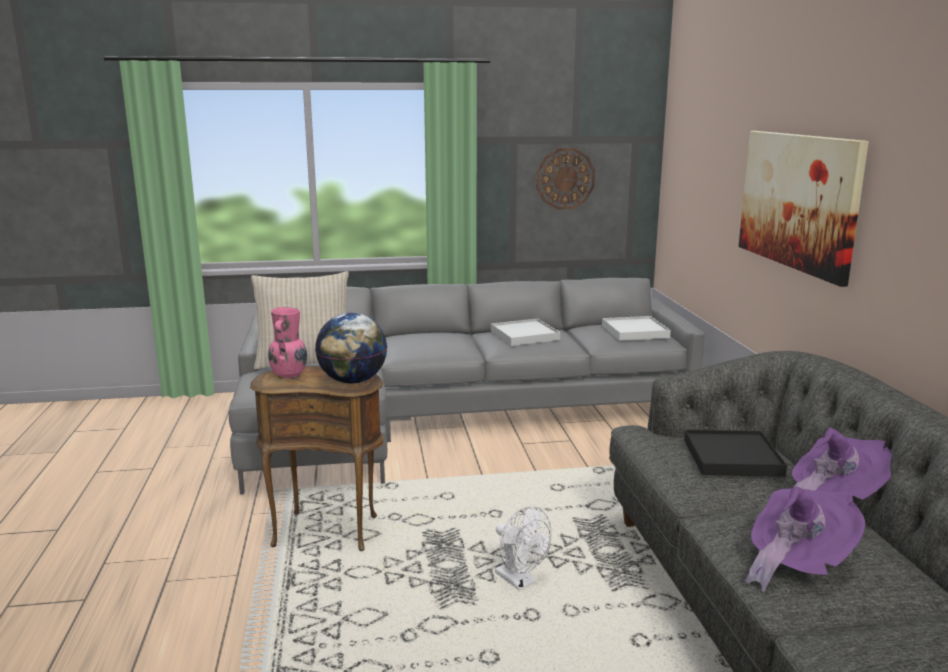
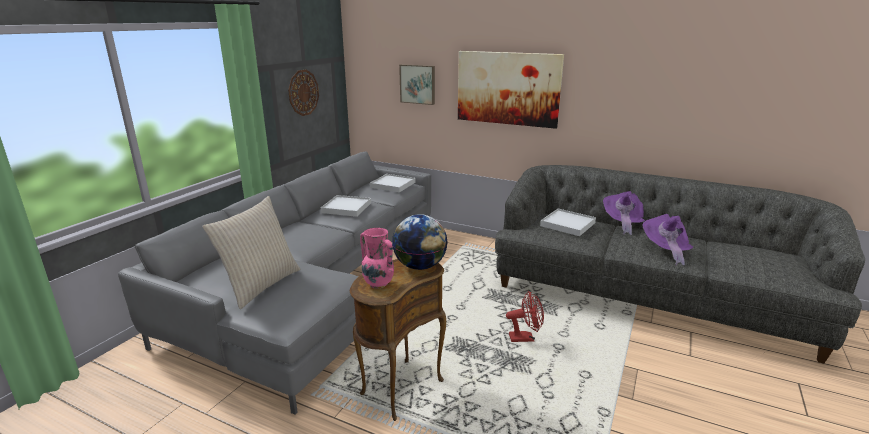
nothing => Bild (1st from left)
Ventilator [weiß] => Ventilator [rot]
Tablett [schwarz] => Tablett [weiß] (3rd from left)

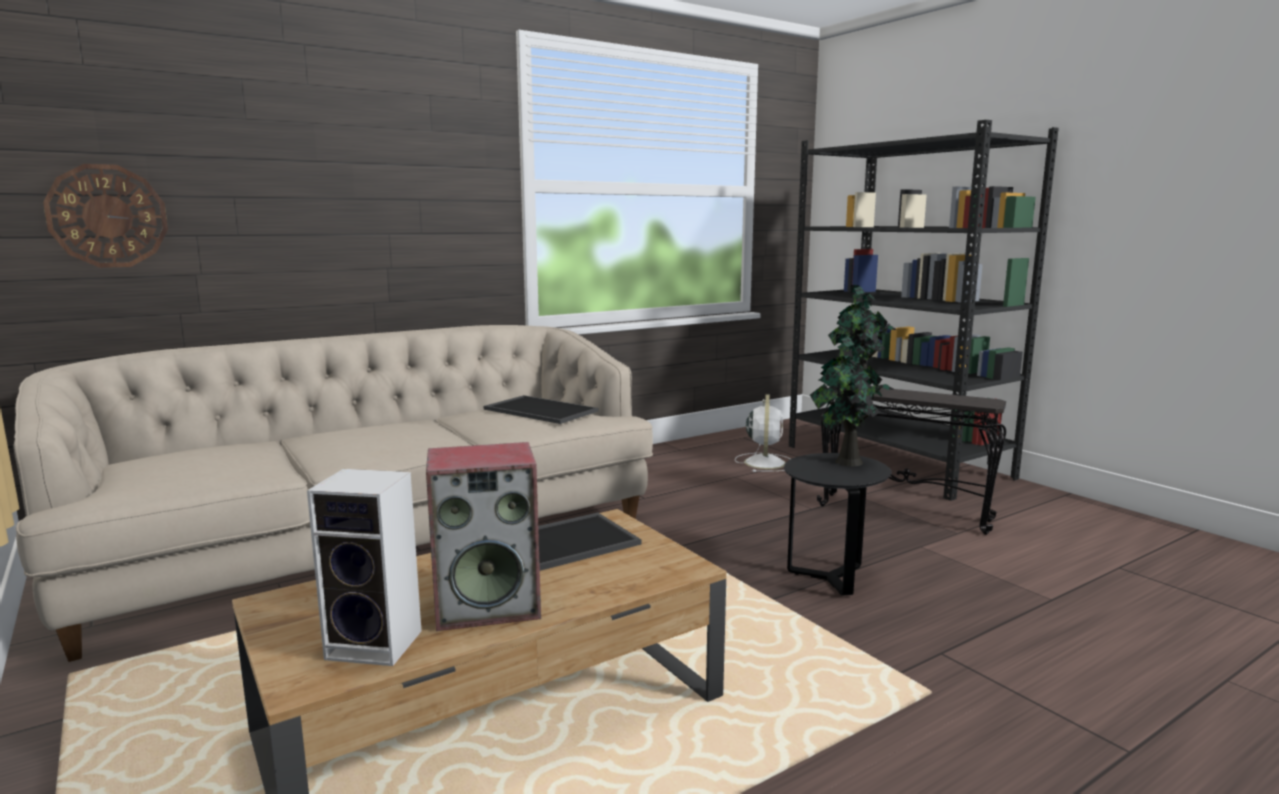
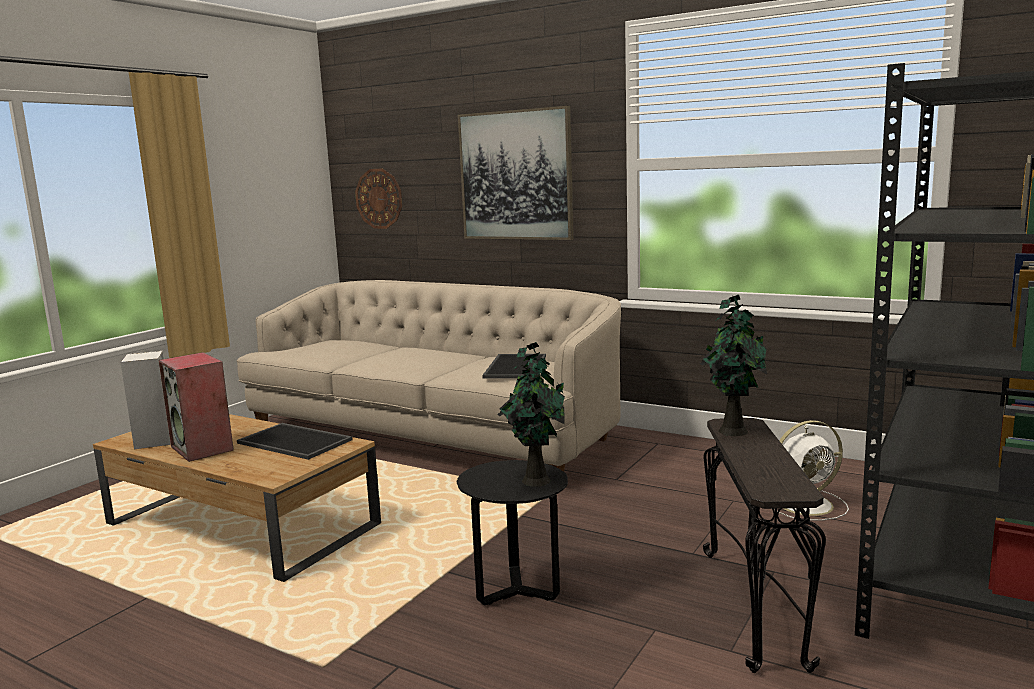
nothing => Bild

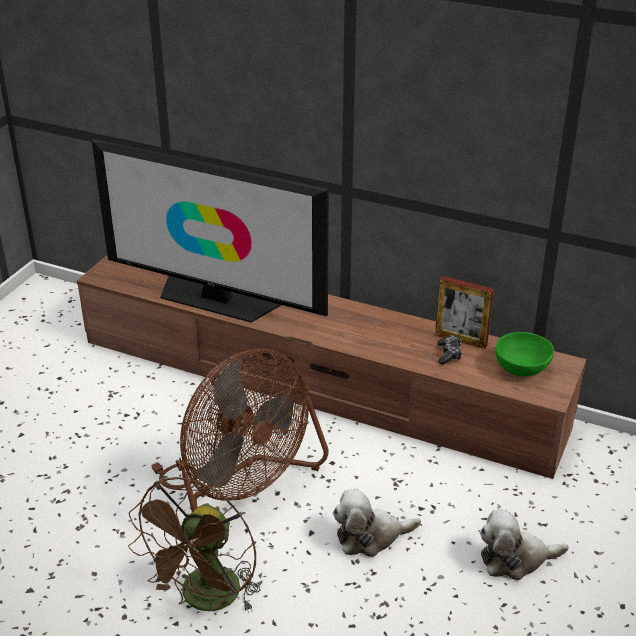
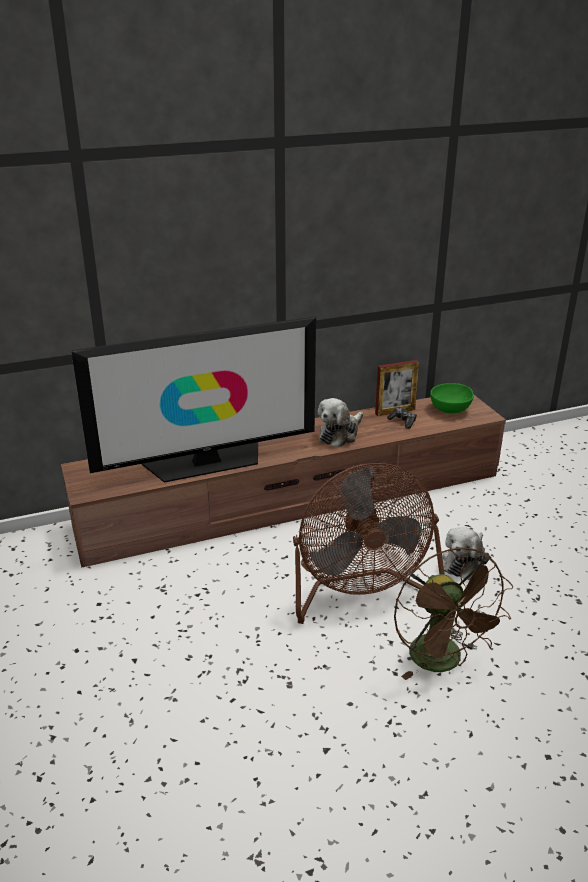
Ventilator [braun] (2nd from left in the first image) => Ventilator [braun] (1st from left), 75 degrees clockwise
Plüschtier (2nd from left in the first image) => Plüschtier (1st from left), moved

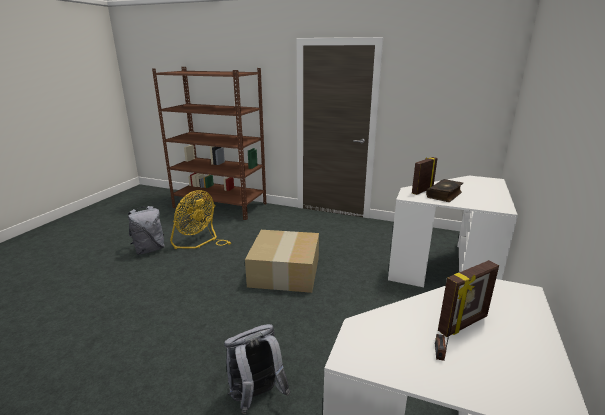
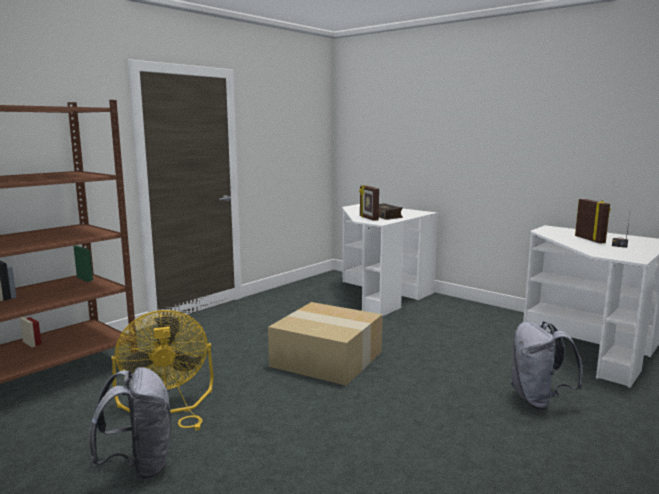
Ventilator [gelb], 105 degrees clockwise

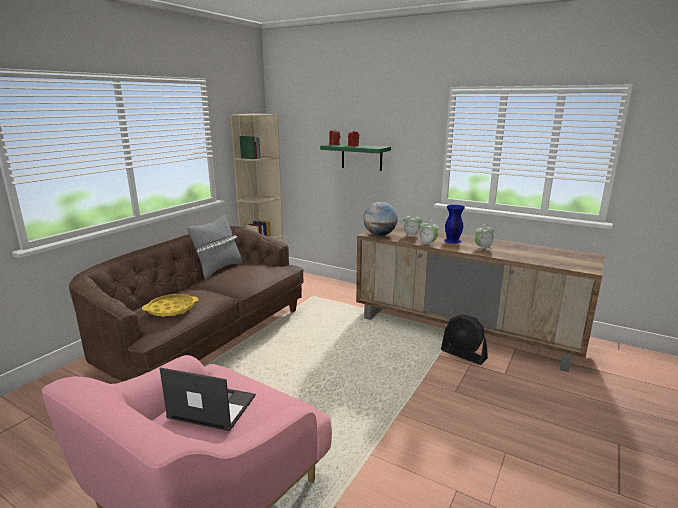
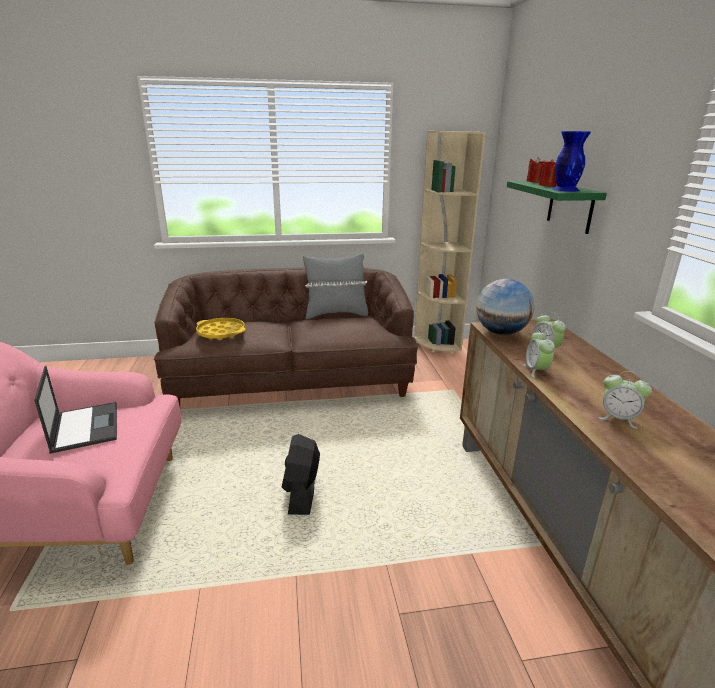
Ventilator [schwarz], moved
Vase [blau], moved

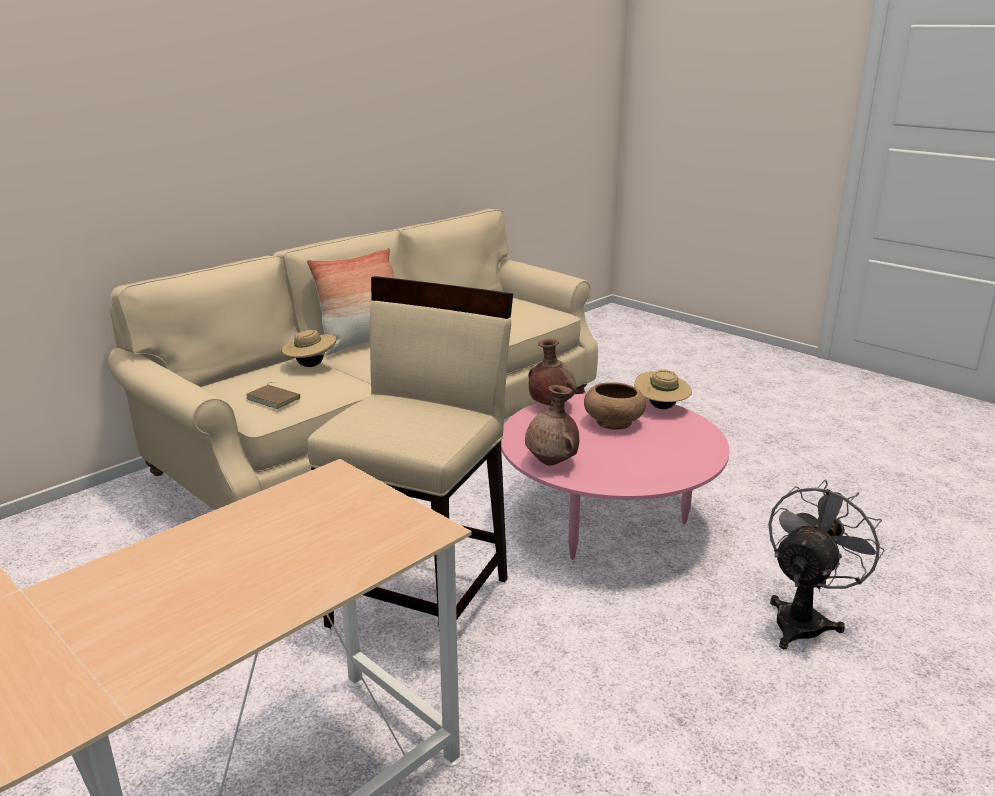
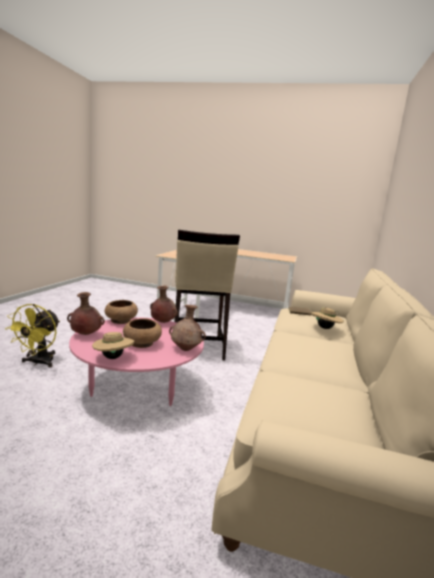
Ventilator [grau] => Ventilator [gelb]
nothing => Vase [braun] (1st from left)
nothing => Schüssel [braun] (1st from left)
Kissen => nothing

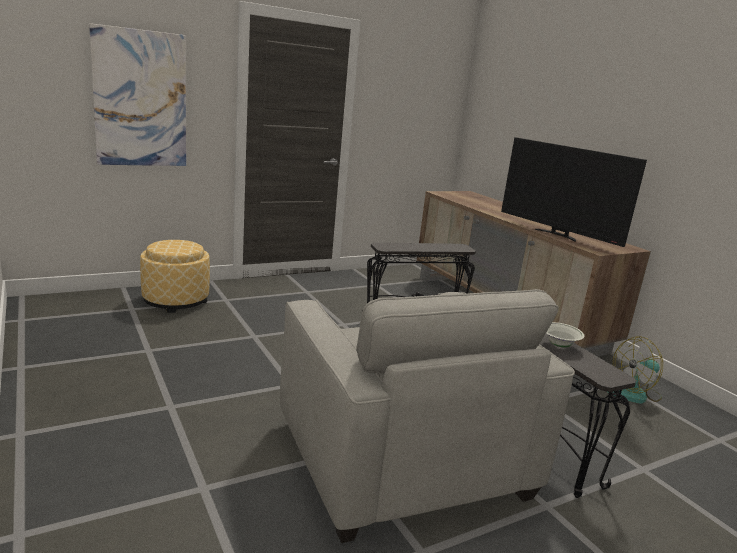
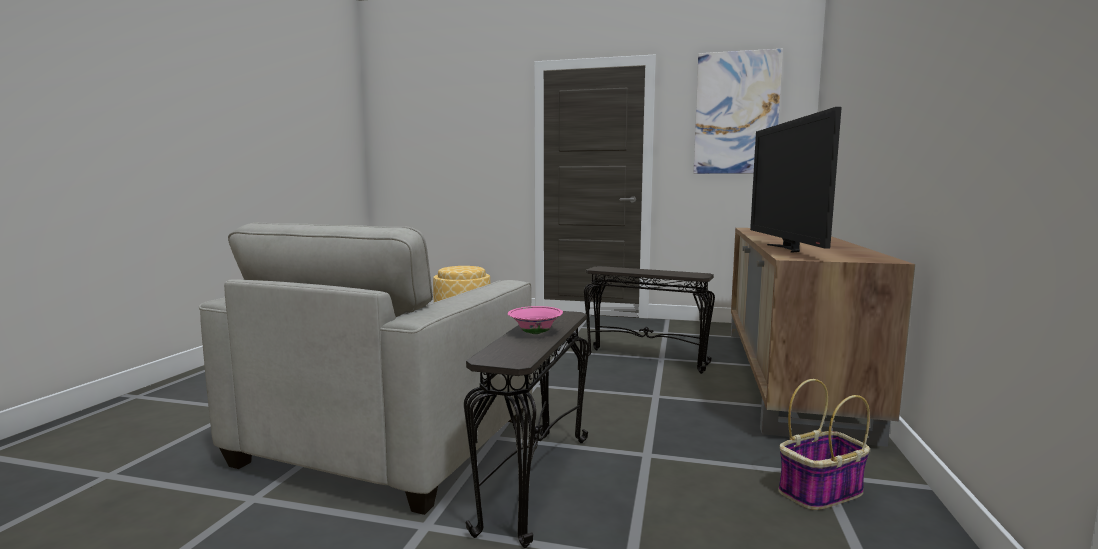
Schüssel [weiß] => Schüssel [rosa]
Bild, moved
Ventilator => Korb

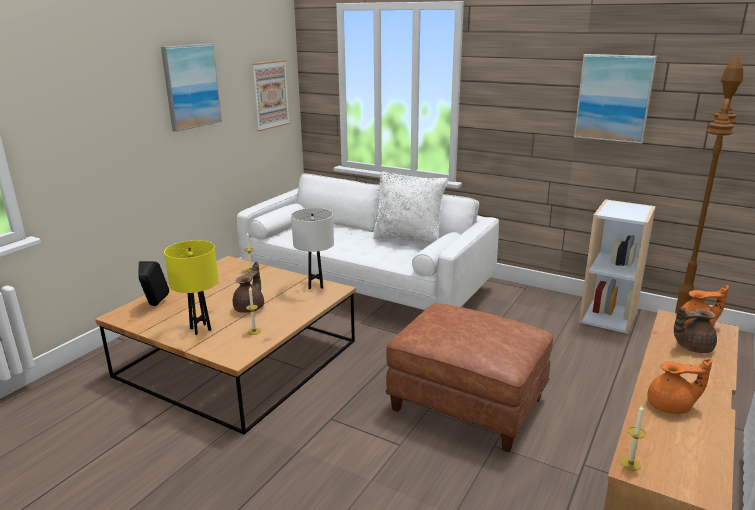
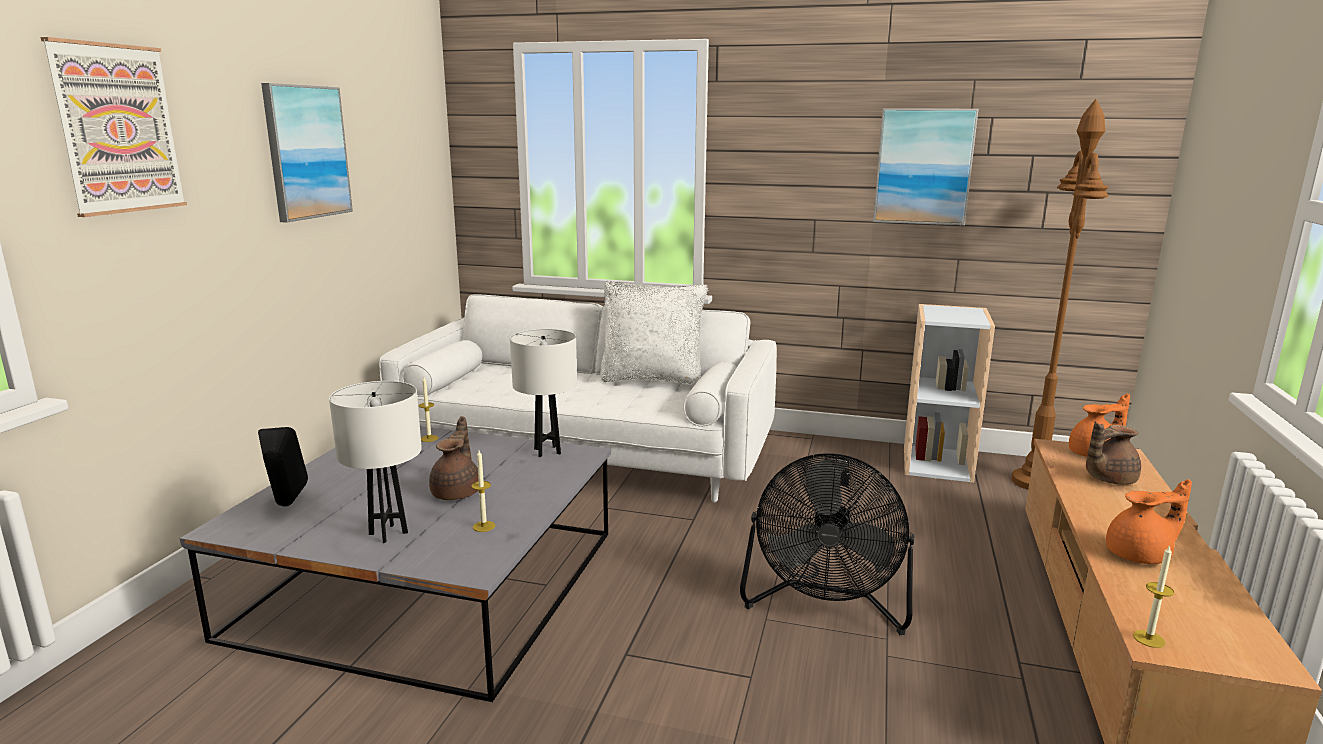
Bild (2nd from left in the first image) => Bild (1st from left), moved
Couchtisch [braun] => Couchtisch [grau]
Tischlampe [gelb] => Tischlampe [weiß] (1st from left)
Polsterhocker [braun] => Ventilator [schwarz]

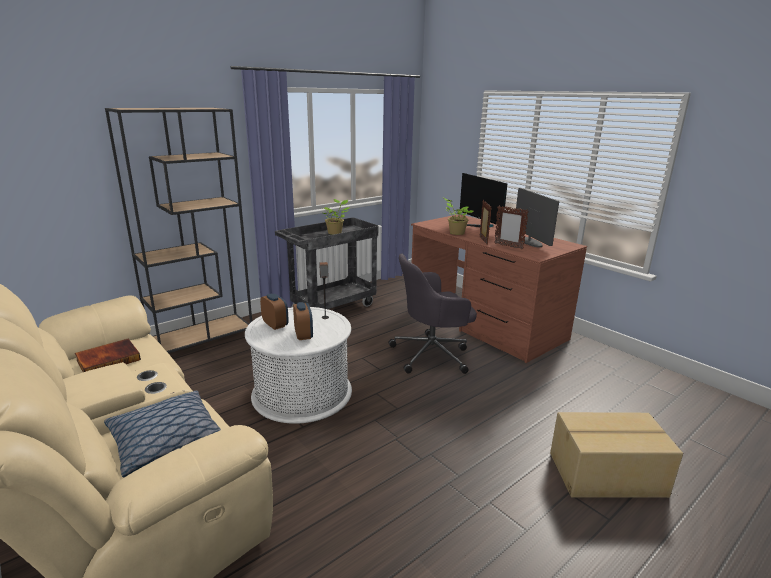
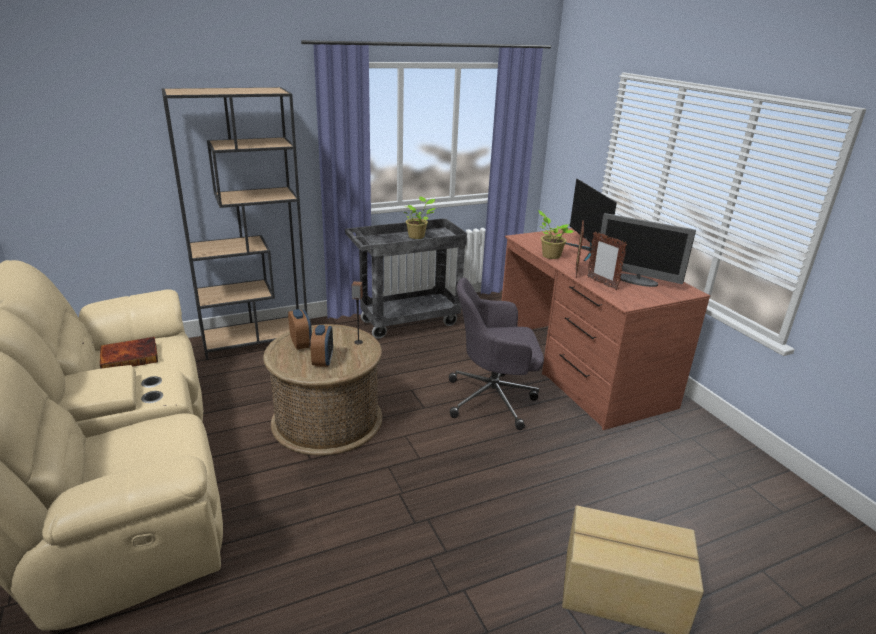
Couchtisch [weiß] => Couchtisch [braun]
Monitor (2nd from left), 120 degrees clockwise
Kissen => nothing

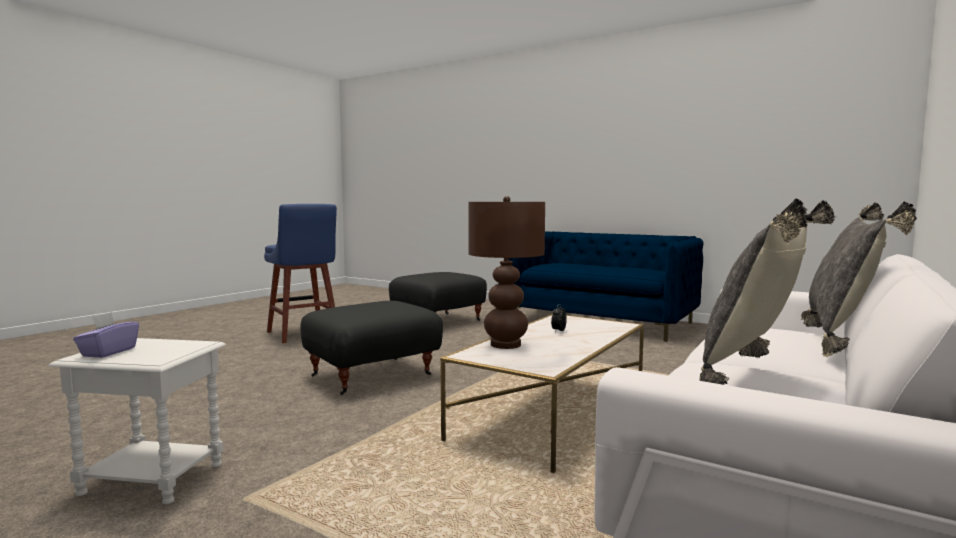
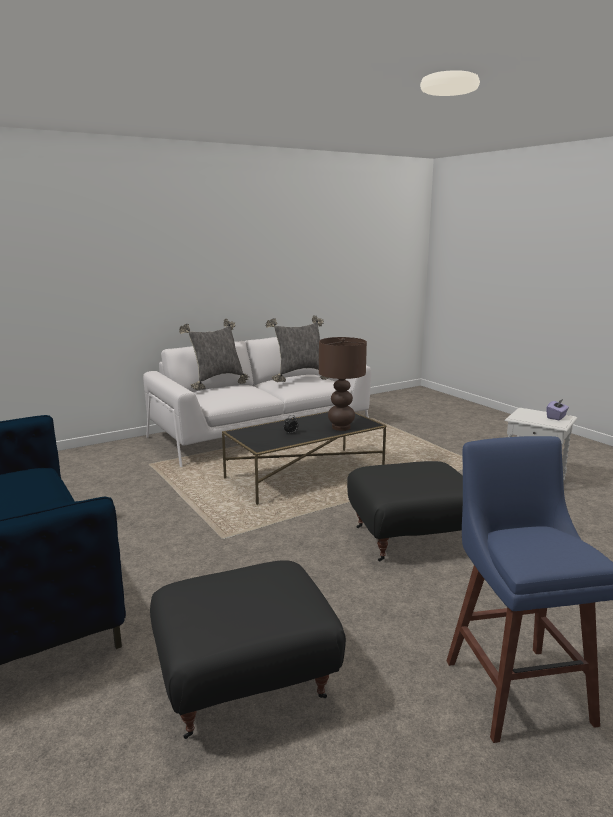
Couchtisch [weiß] => Couchtisch [schwarz]

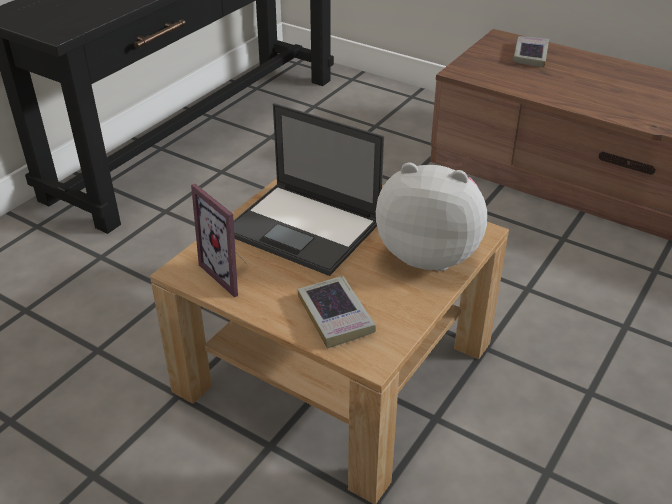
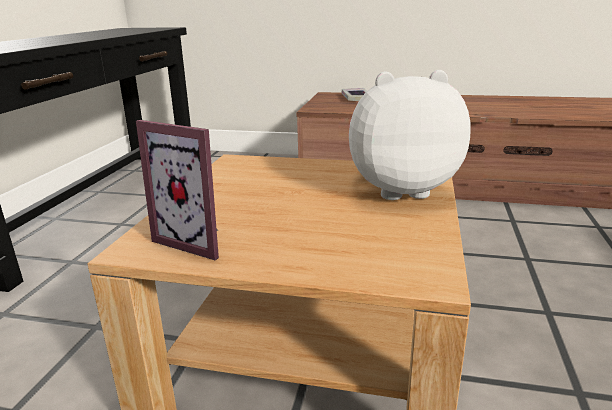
Laptop => nothing
Buch (1st from left) => nothing

